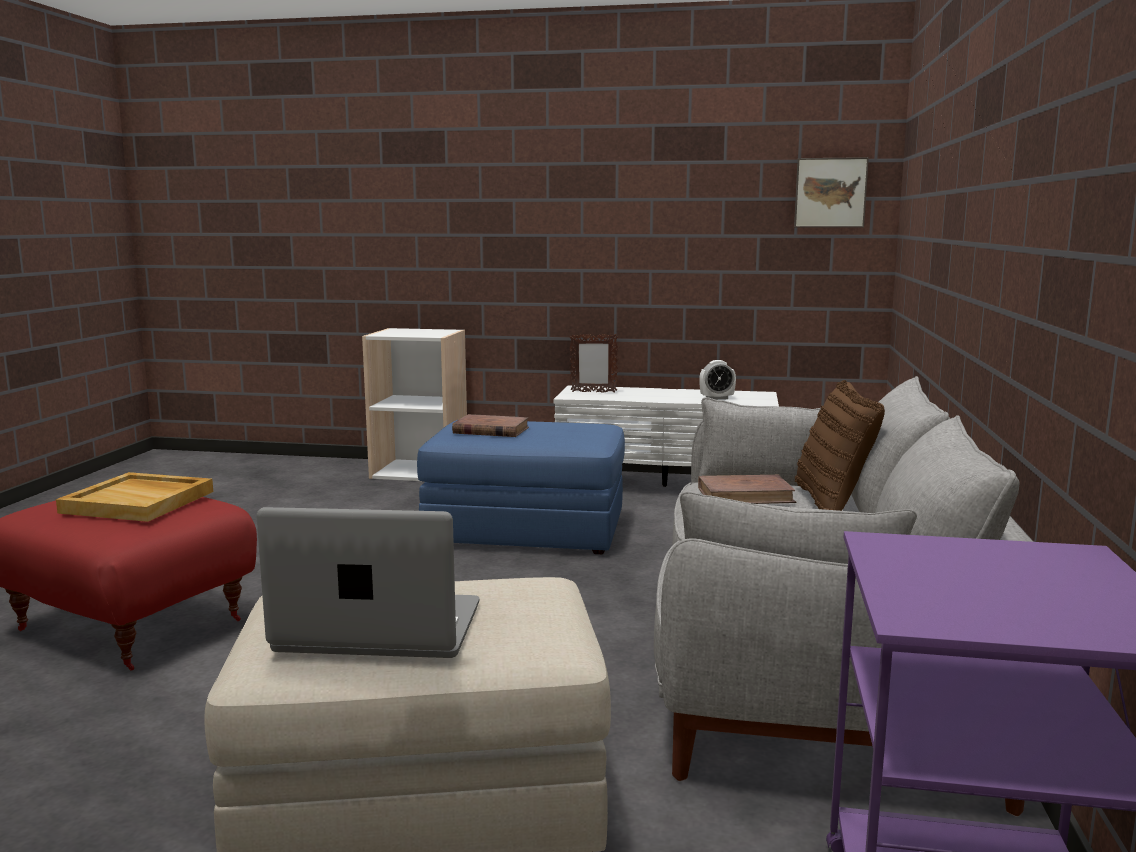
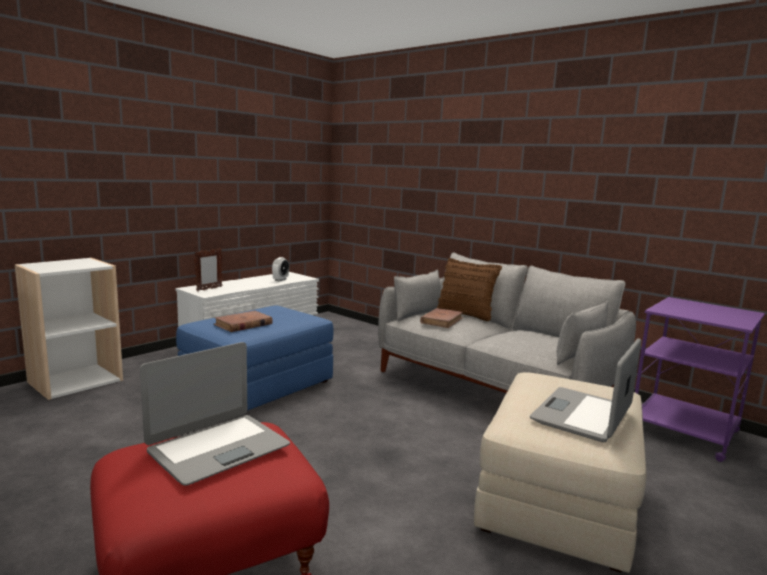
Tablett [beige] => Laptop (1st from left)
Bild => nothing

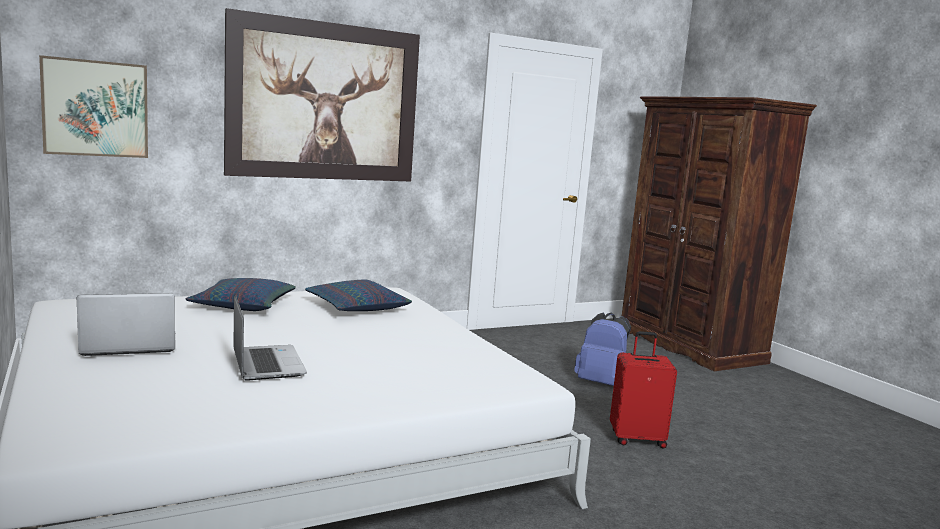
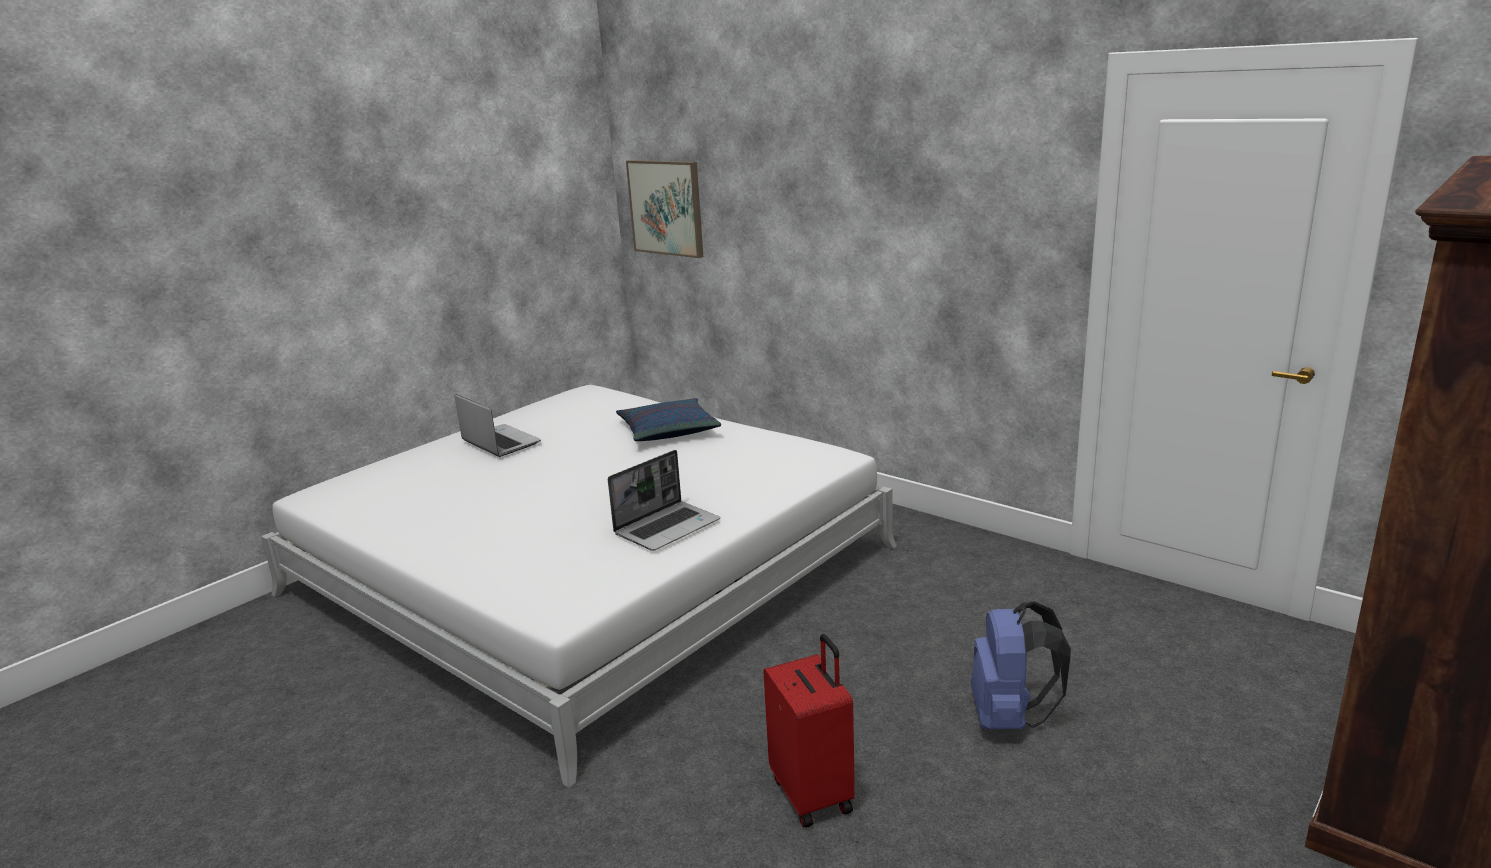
Laptop (2nd from left), moved
Bild (2nd from left) => nothing
Kissen [blau] (2nd from left) => nothing

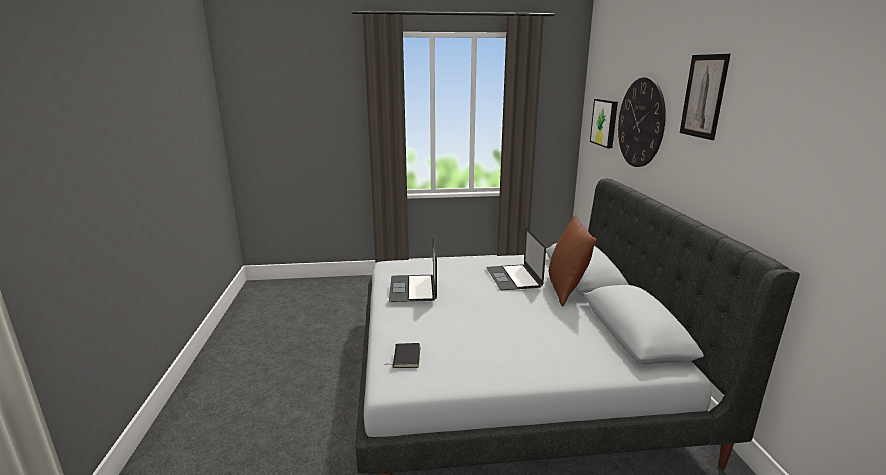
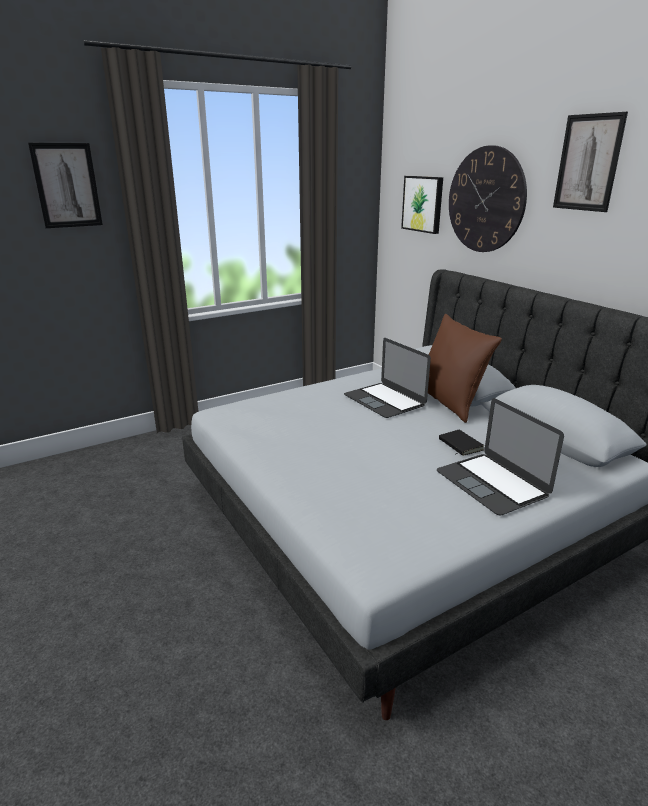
nothing => Bild (1st from left)
Laptop (1st from left in the first image) => Laptop (2nd from left), moved
Buch [schwarz], moved

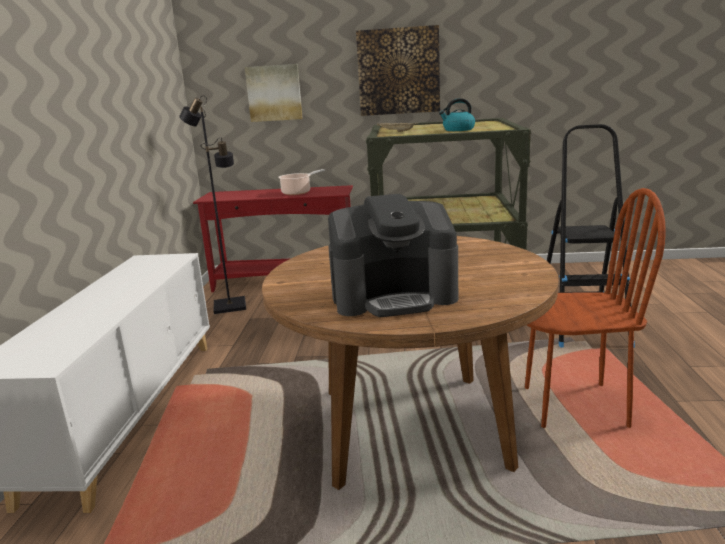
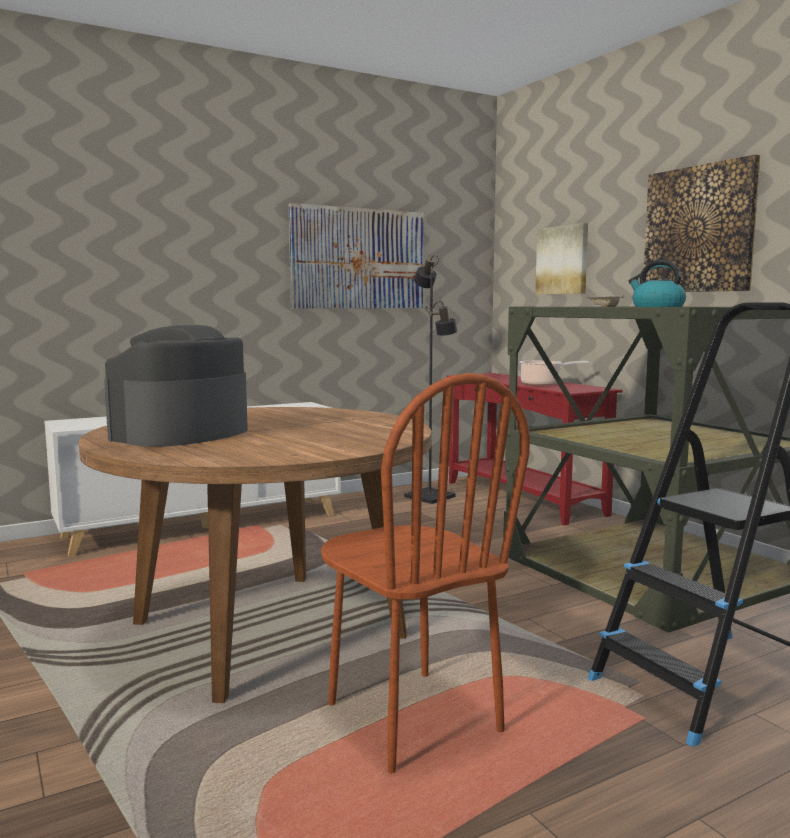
Kaffeemaschine, 75 degrees clockwise
nothing => Bild (1st from left)

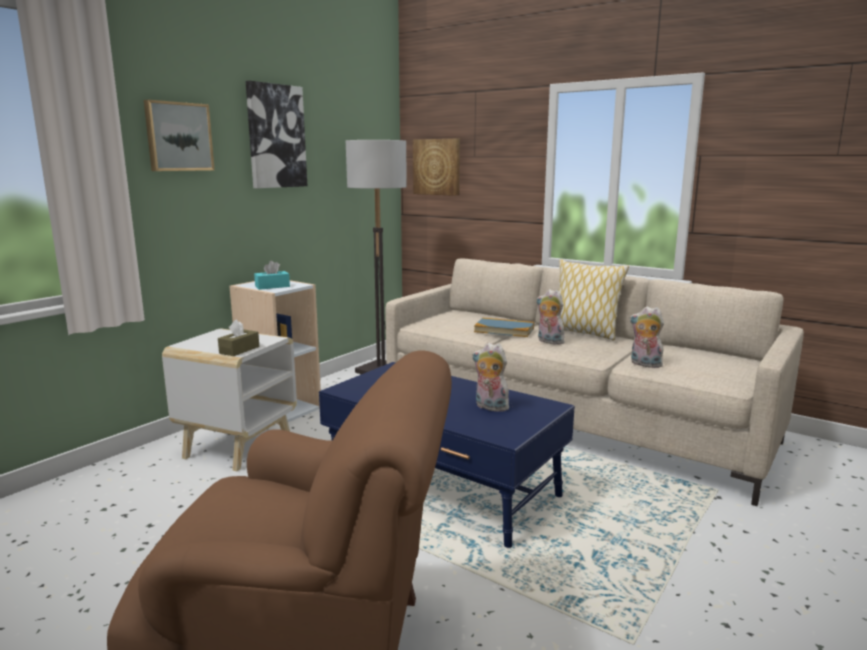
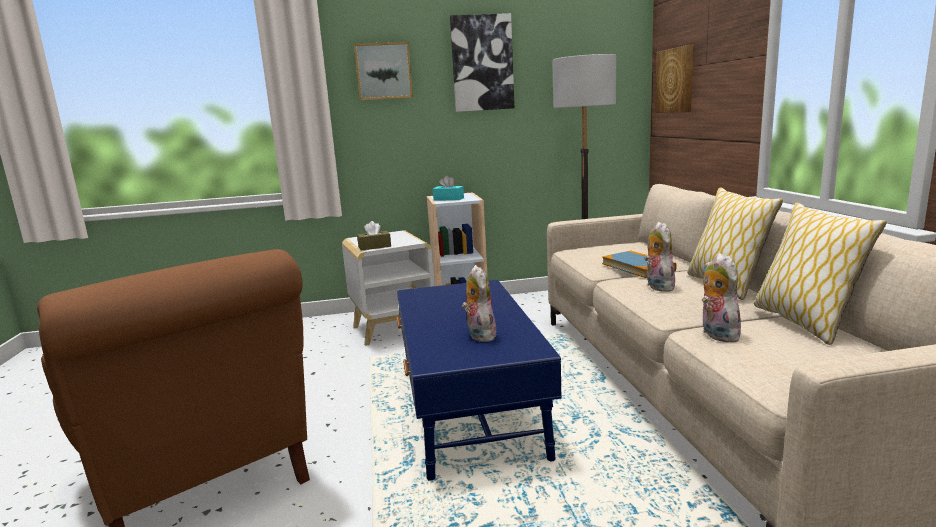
nothing => Kissen (2nd from left)

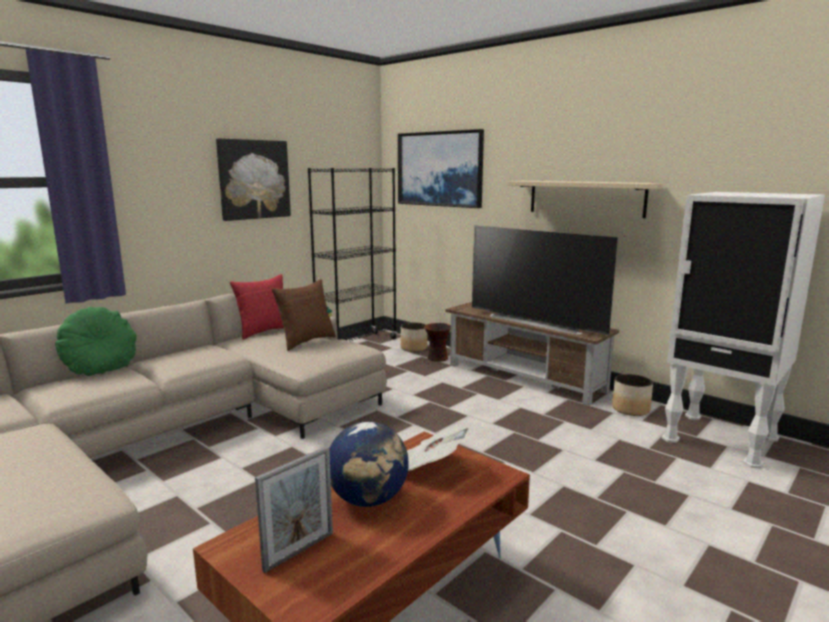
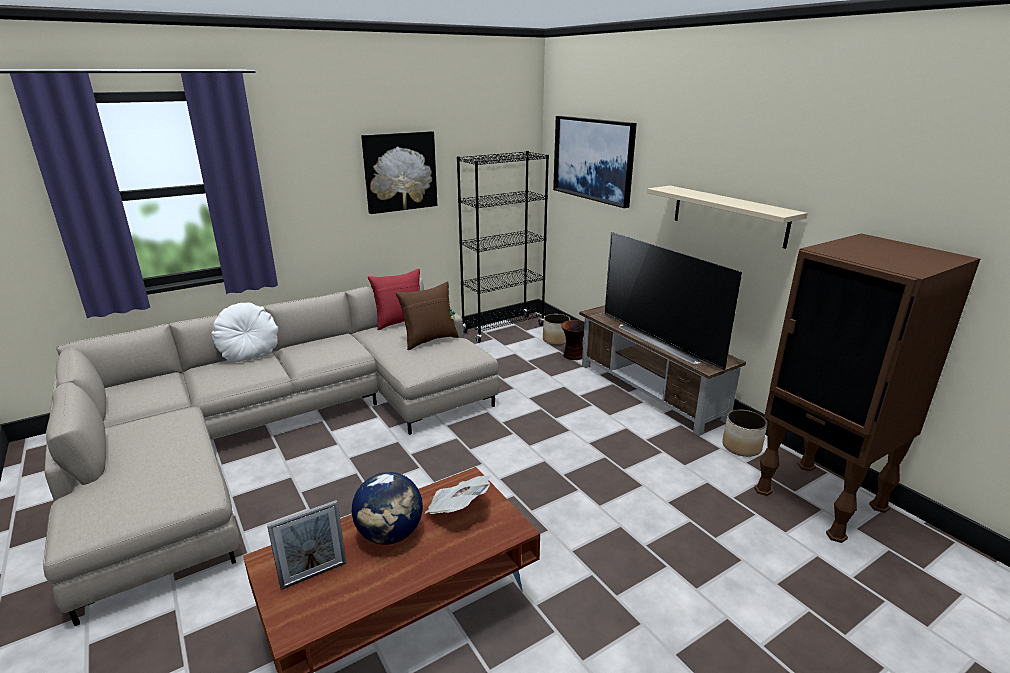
Kissen [grün] => Kissen [weiß]
Schrank [weiß] => Schrank [braun]

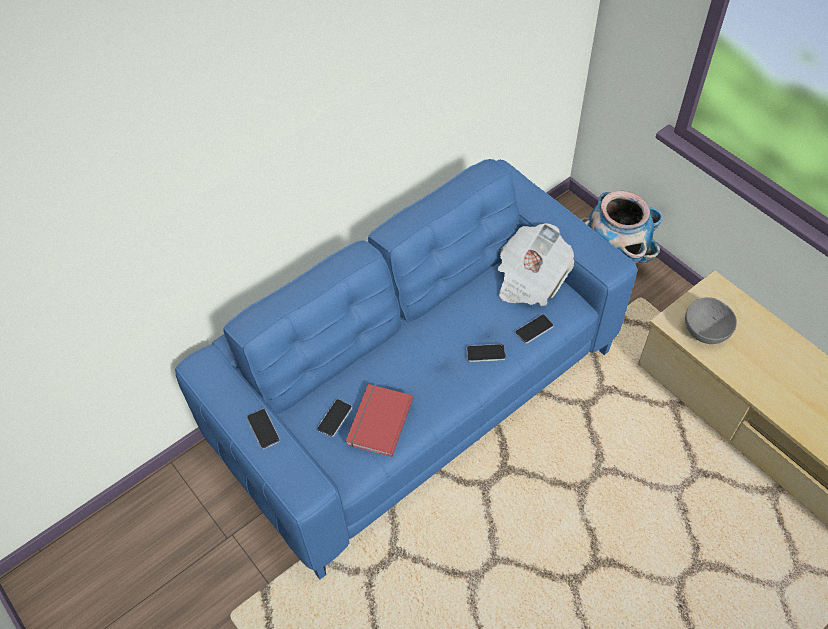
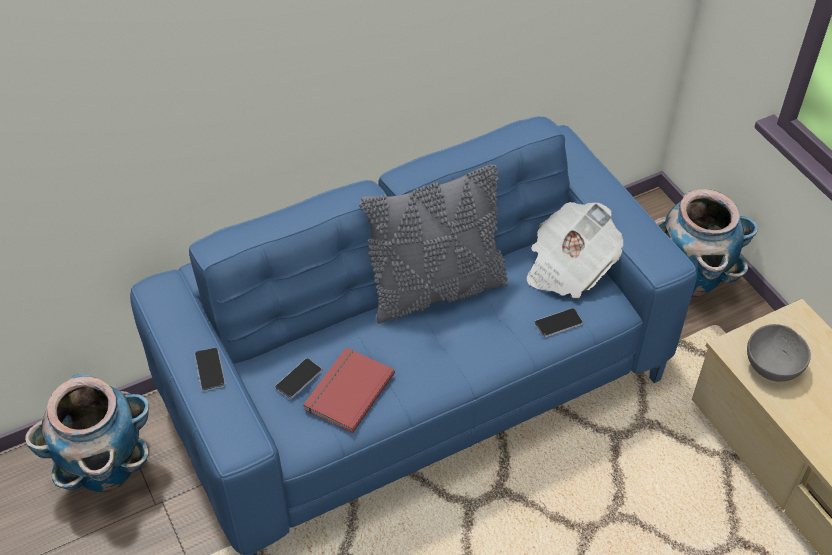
nothing => Pflanzkübel (1st from left)
nothing => Kissen [grau]
Handy (3rd from left) => nothing

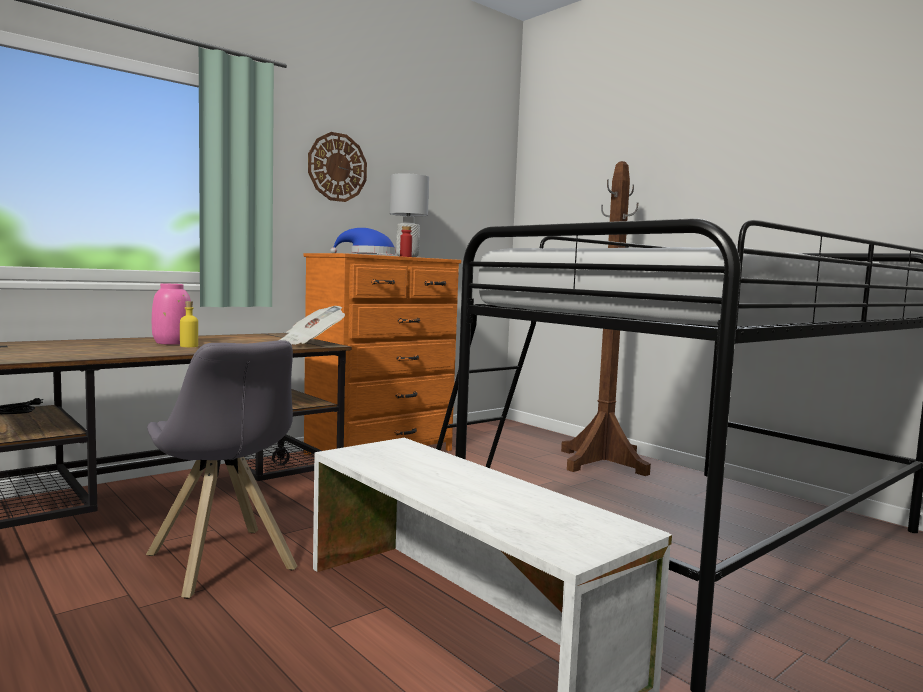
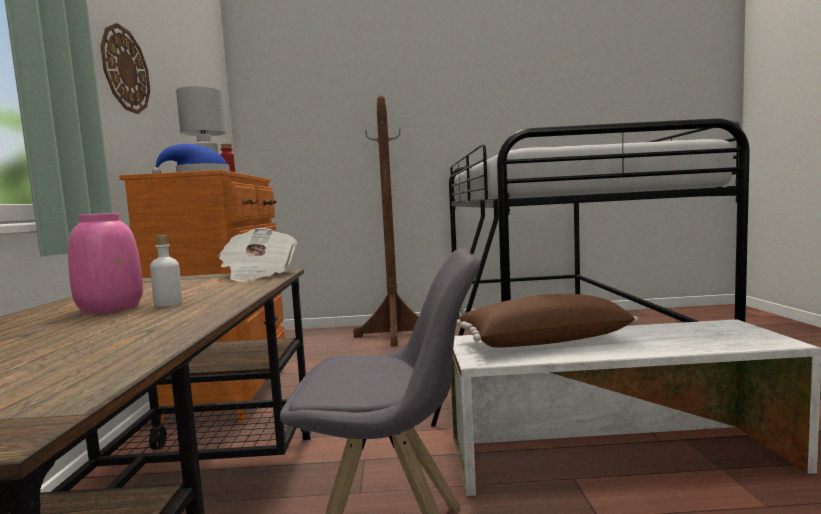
Flasche [gelb] => Flasche [weiß]
nothing => Kissen [braun]

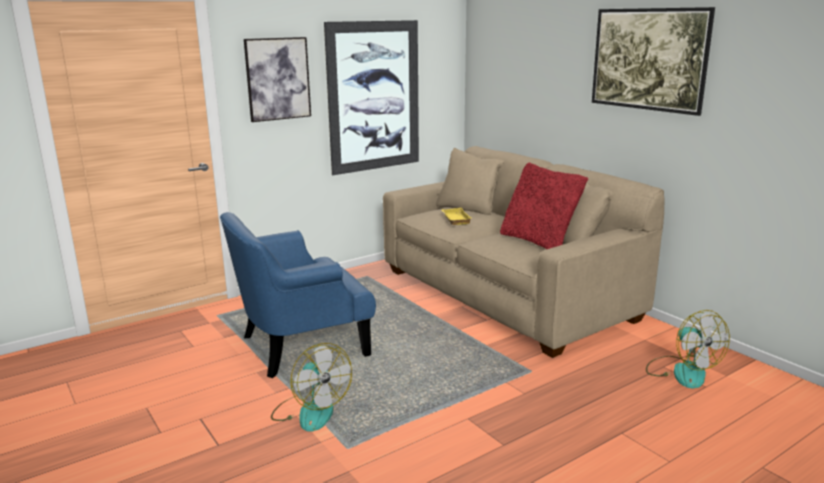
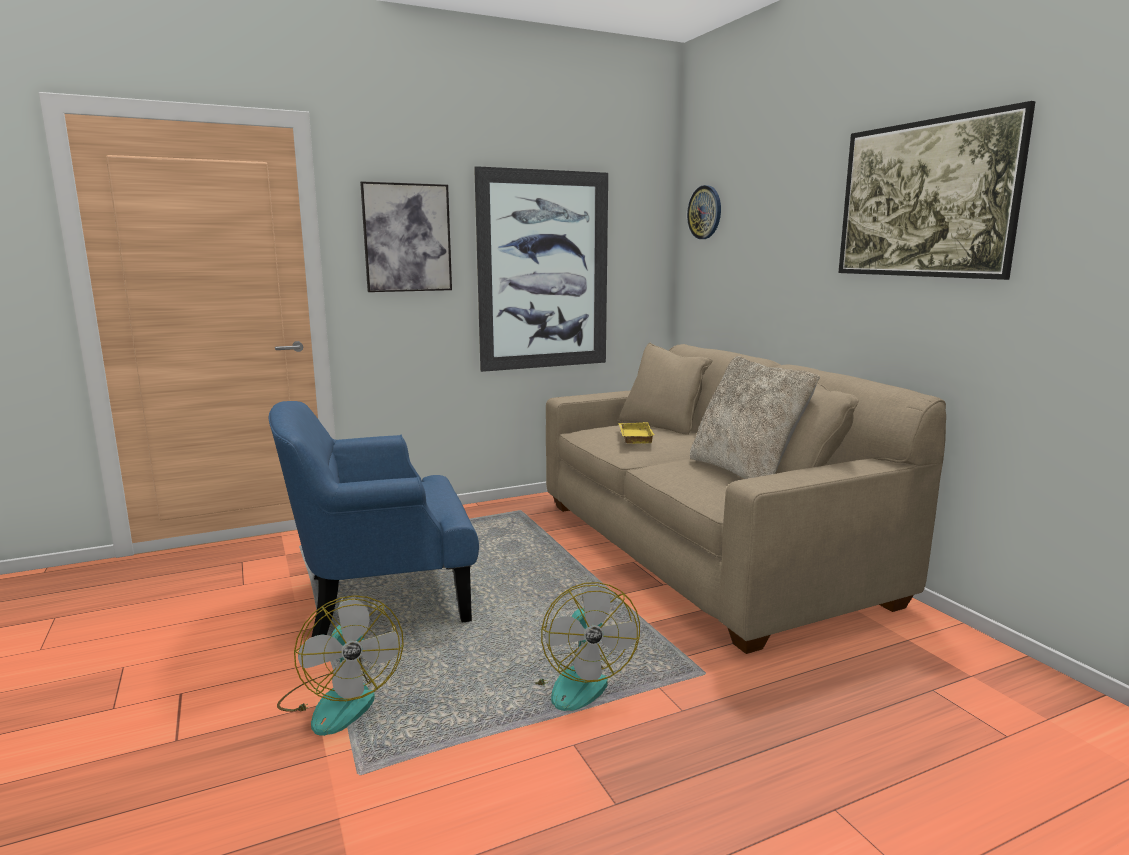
Ventilator (2nd from left), moved
nothing => Wanduhr
Kissen [rot] => Kissen [beige]

